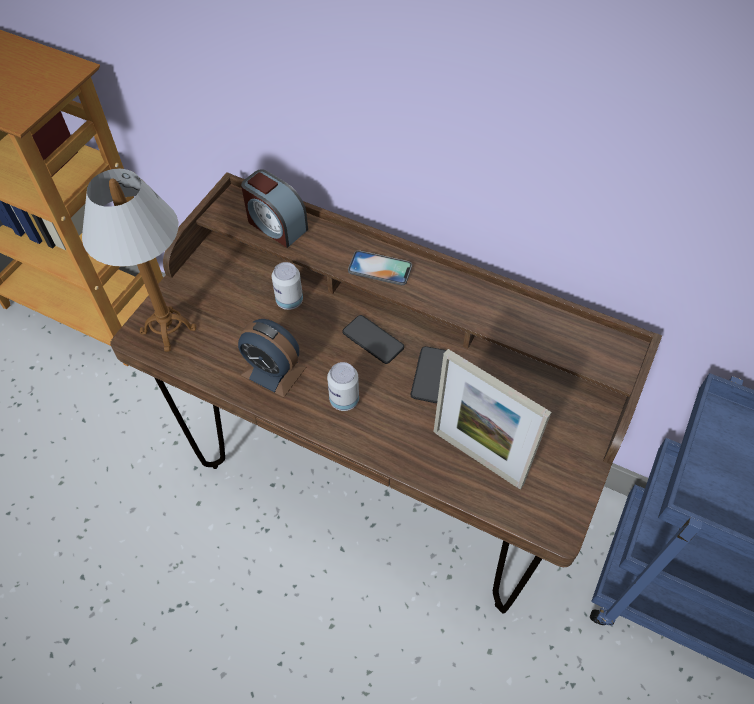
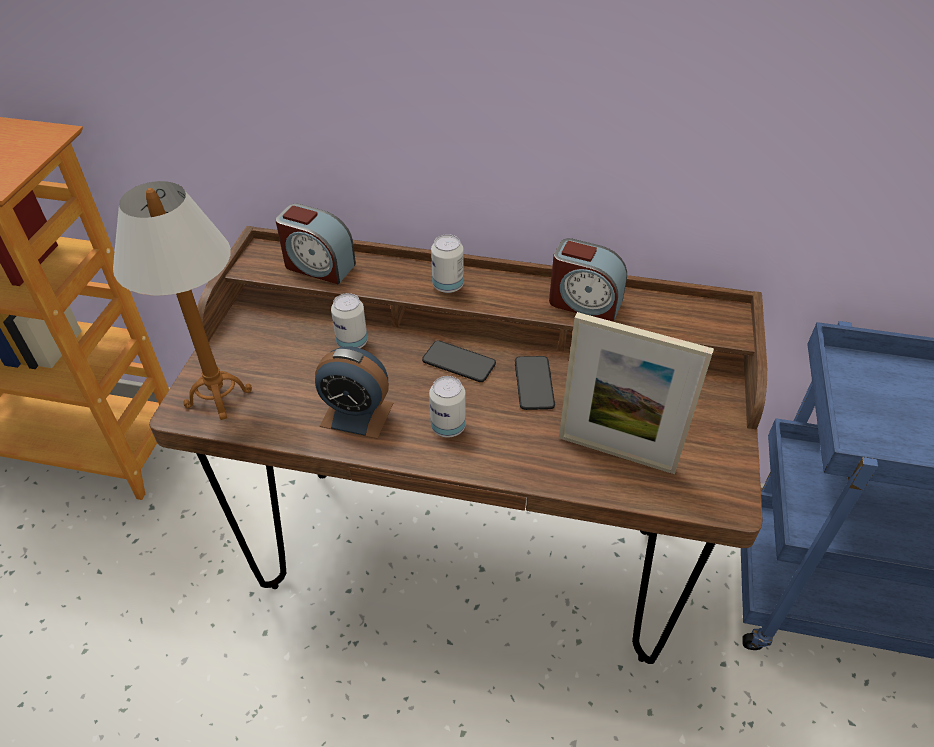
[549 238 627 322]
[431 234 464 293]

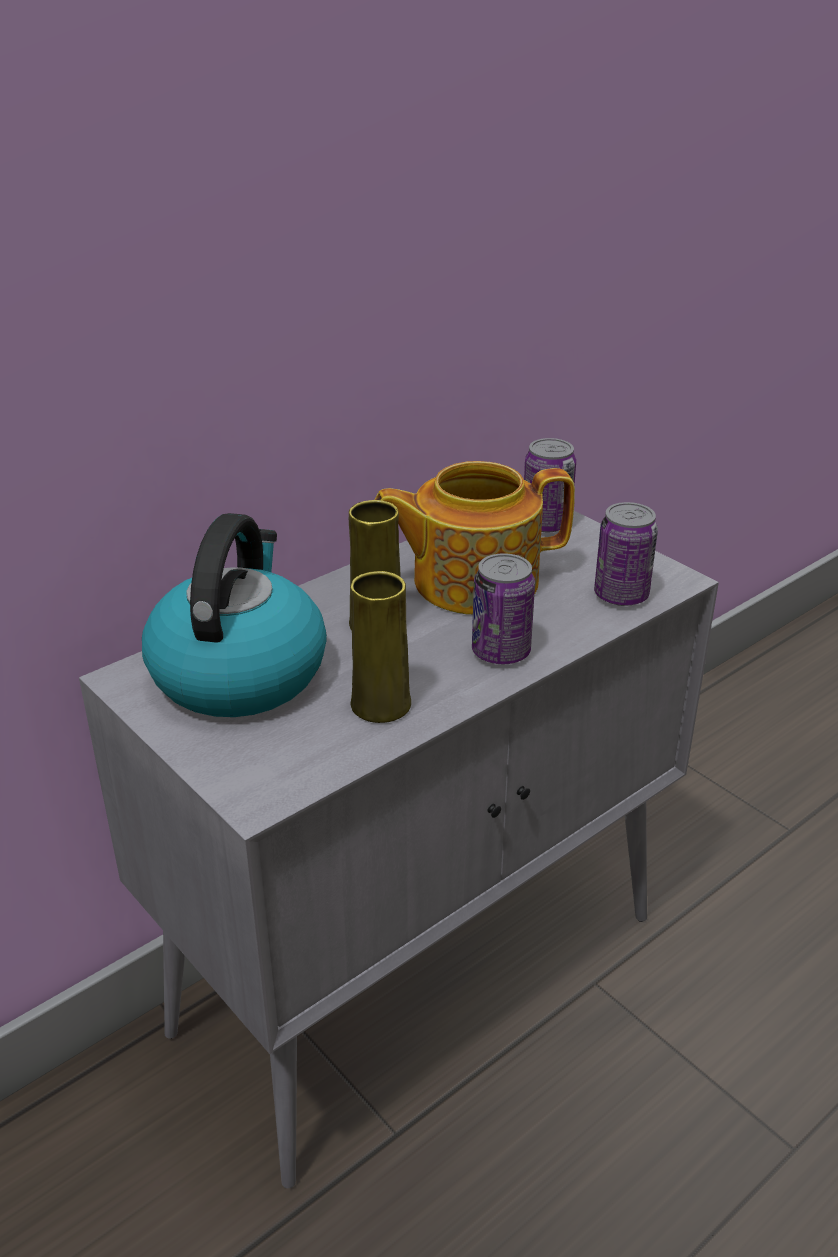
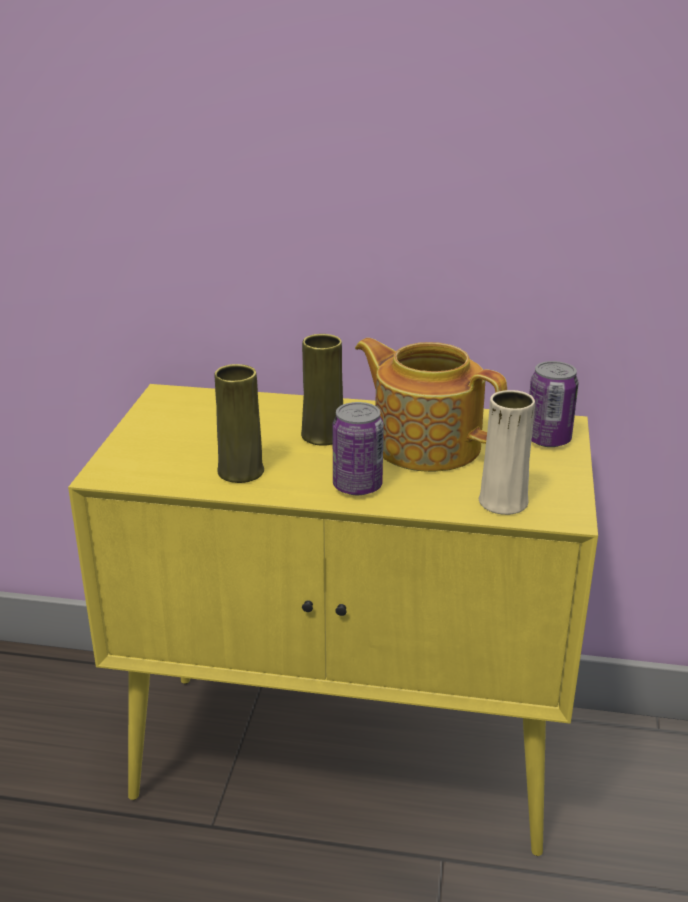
[142 513 327 717] (first image)
[479 390 535 515]
[68 384 598 856]

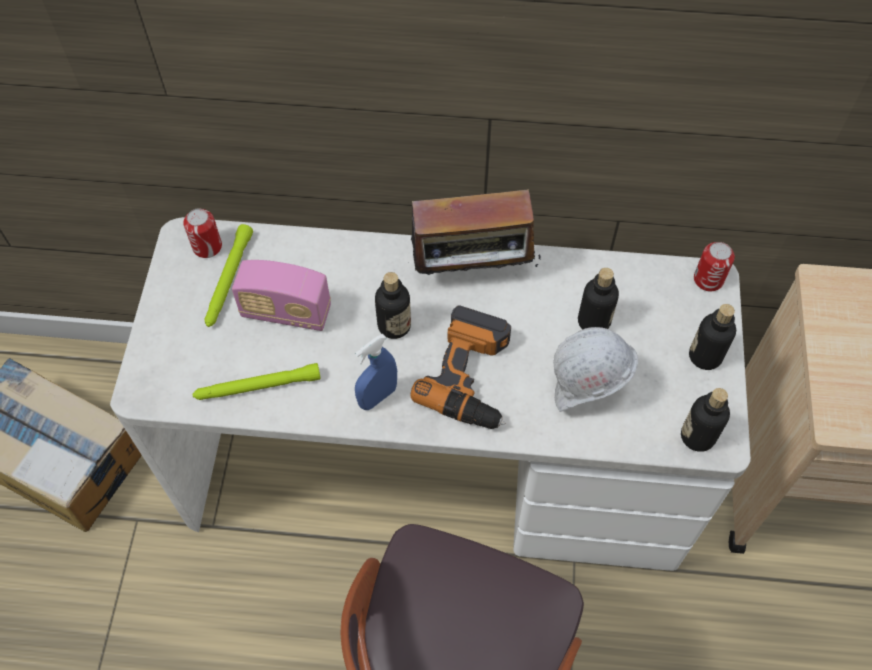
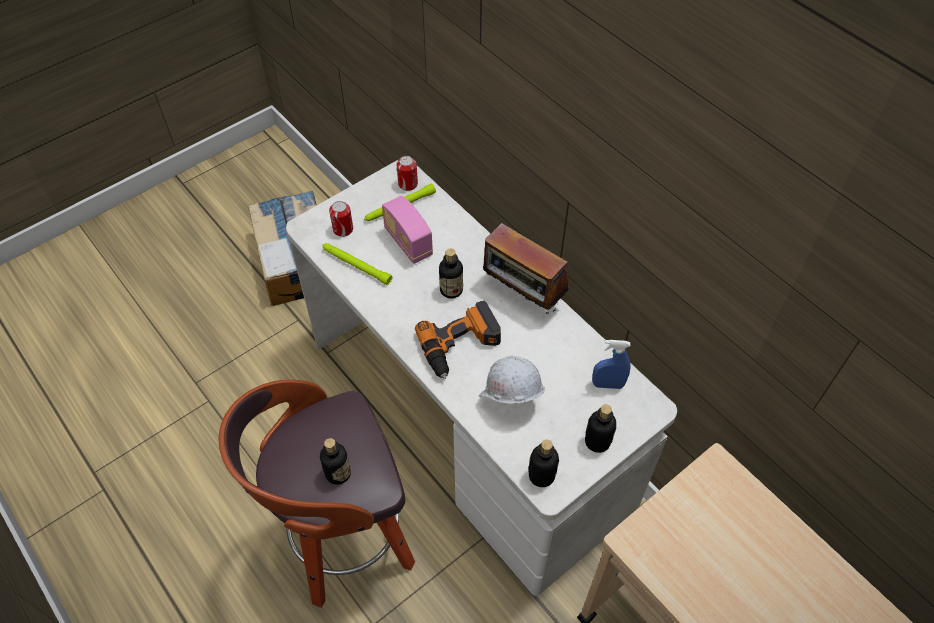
[592 340 631 389]
[320 438 351 485]
[329 201 353 237]

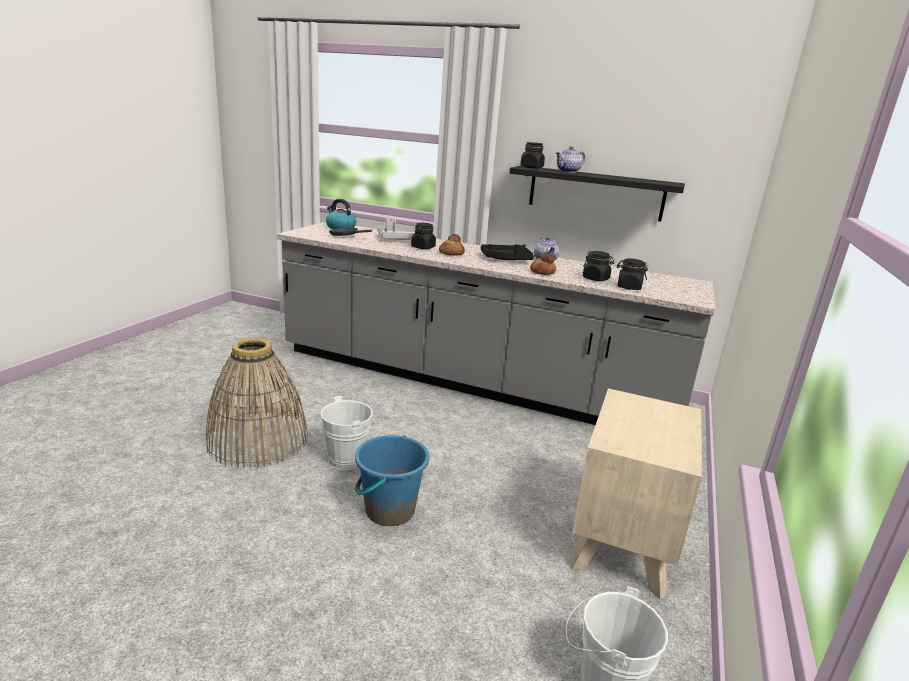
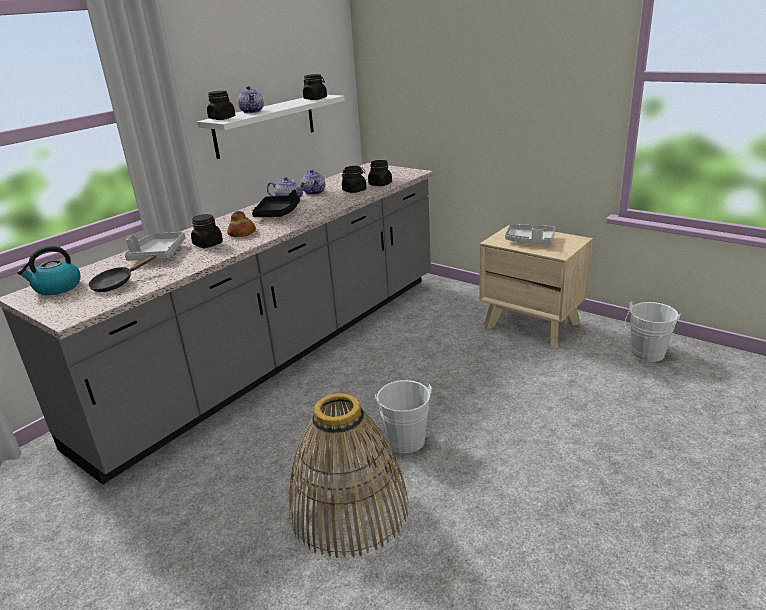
[355 435 430 526] (first image)
[530 252 556 275] (first image)
[301 170 325 195]
[303 74 327 100]
[505 224 555 244]
[197 95 345 159]

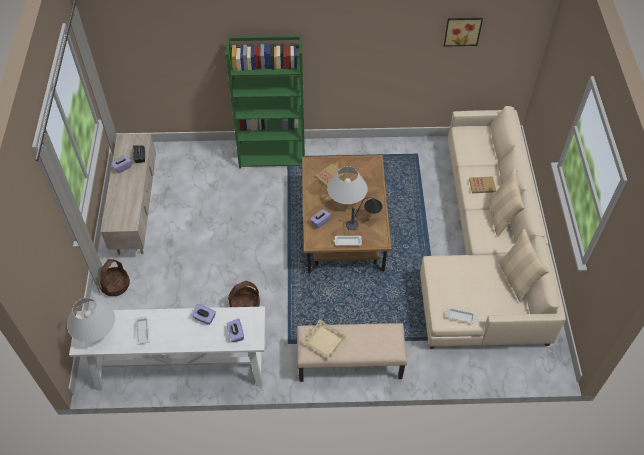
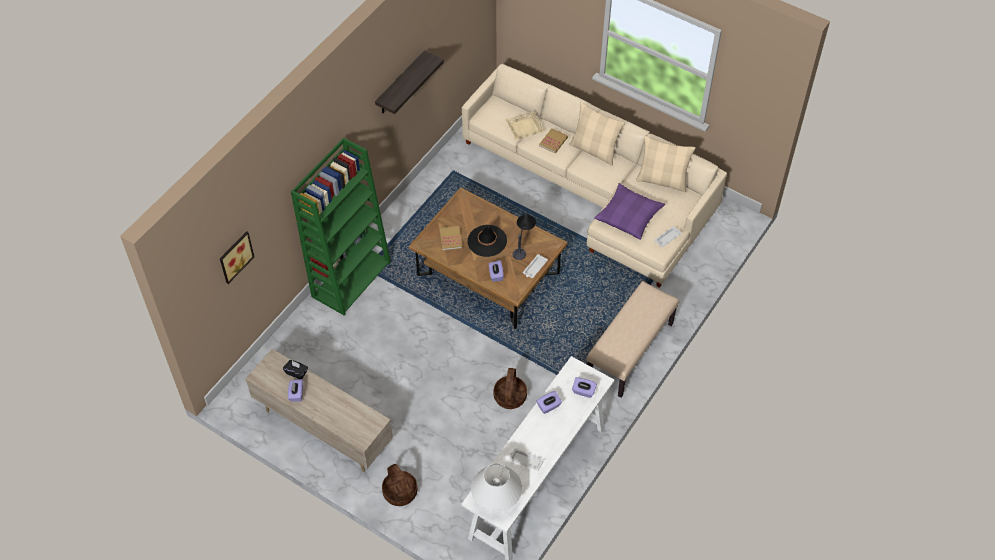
[375 50 444 114]
[594 183 665 240]
[505 112 544 139]
[220 231 254 284]
[467 225 507 257]

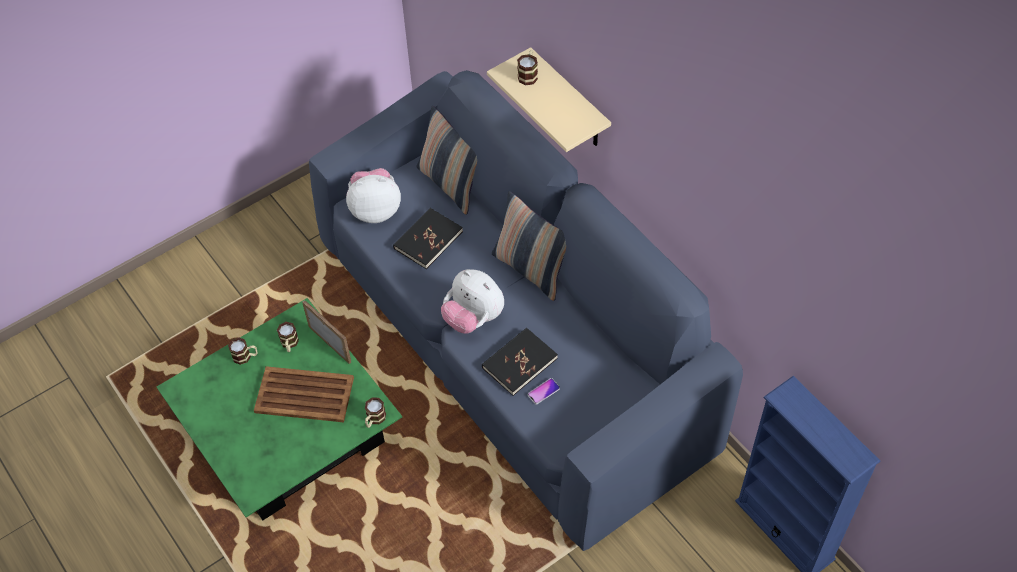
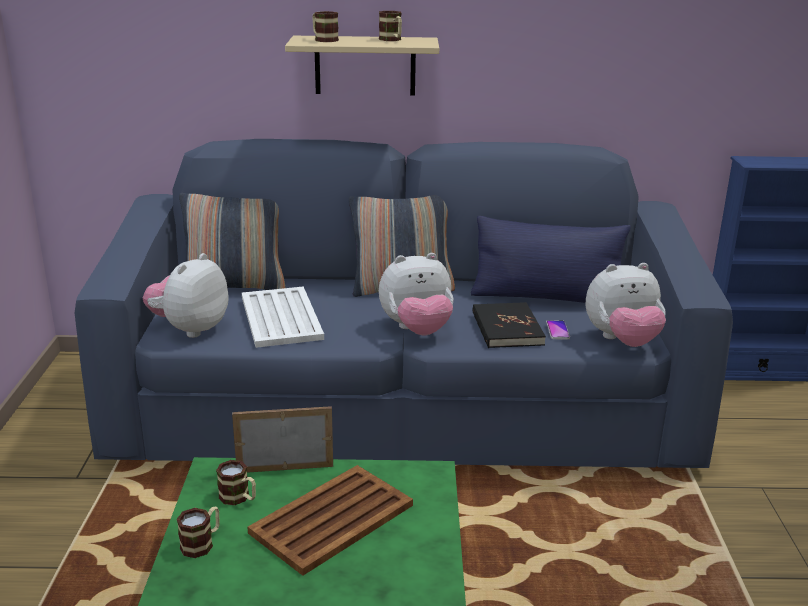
[471 216 631 303]
[586 263 666 347]
[379 11 402 41]
[242 286 324 348]

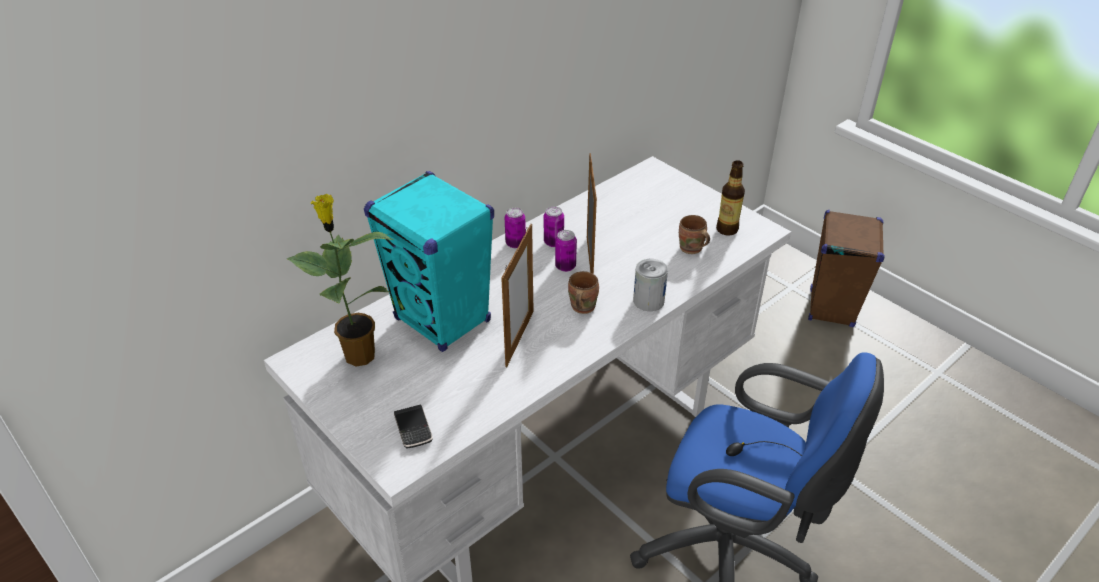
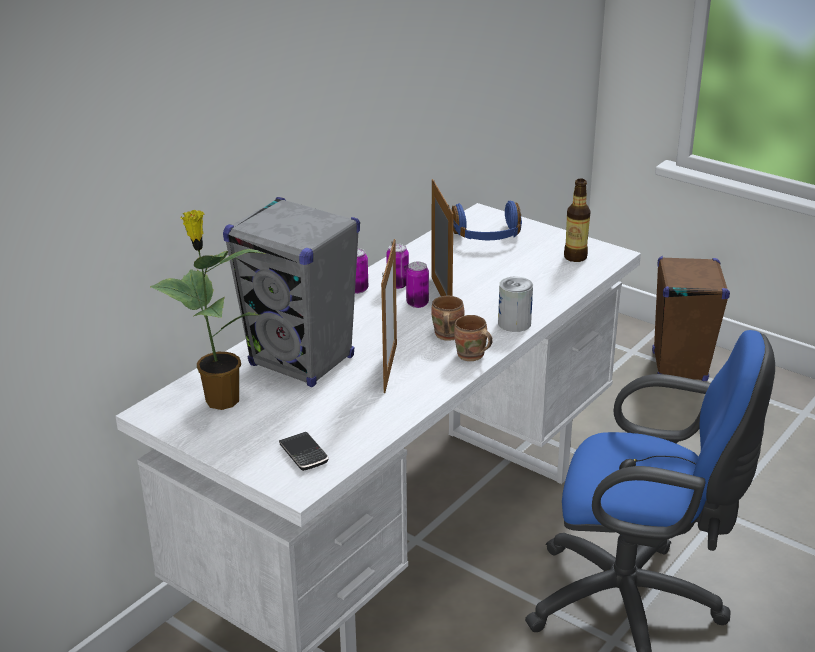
[452 201 522 240]
[454 315 493 361]
[223 197 360 387]

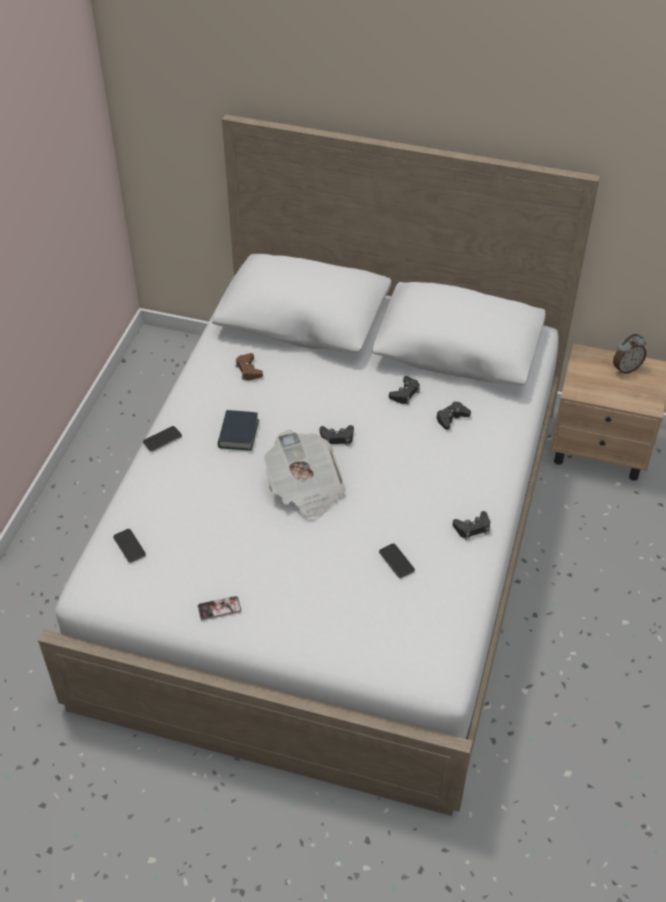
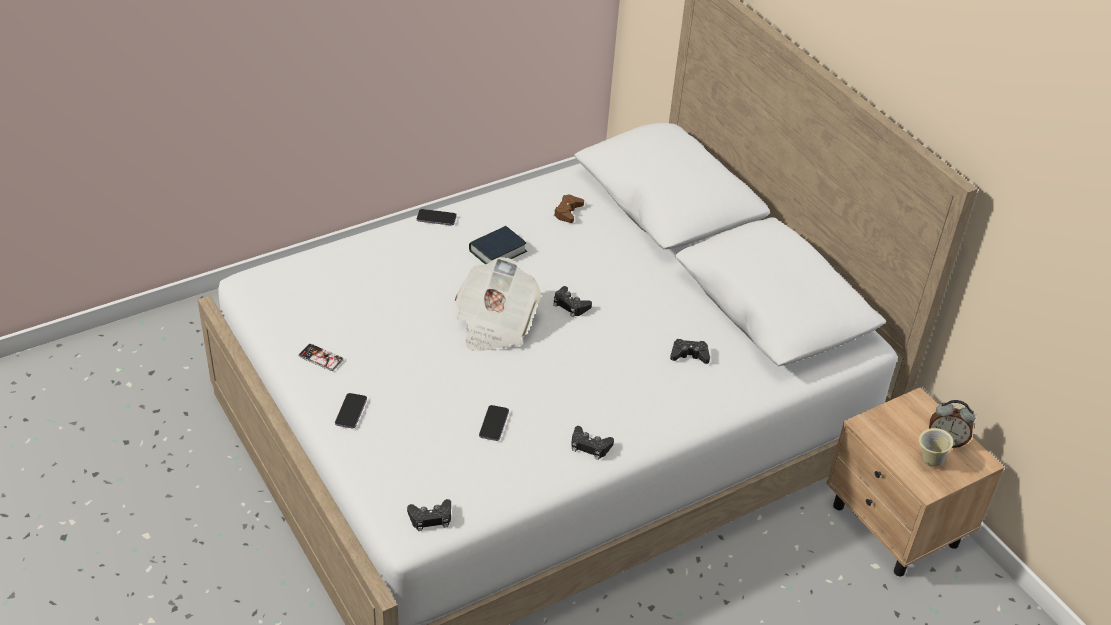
[919 428 953 467]
[335 393 367 428]
[407 499 451 531]

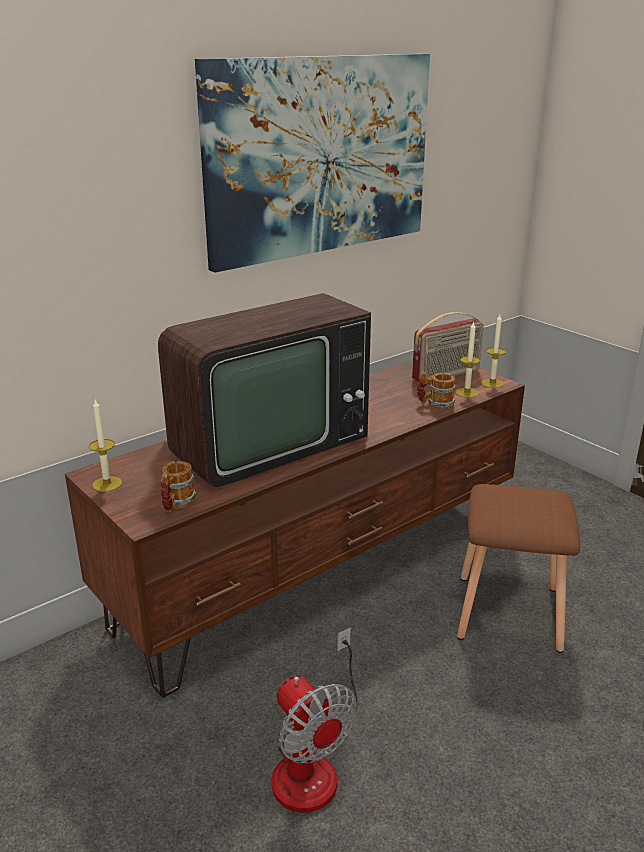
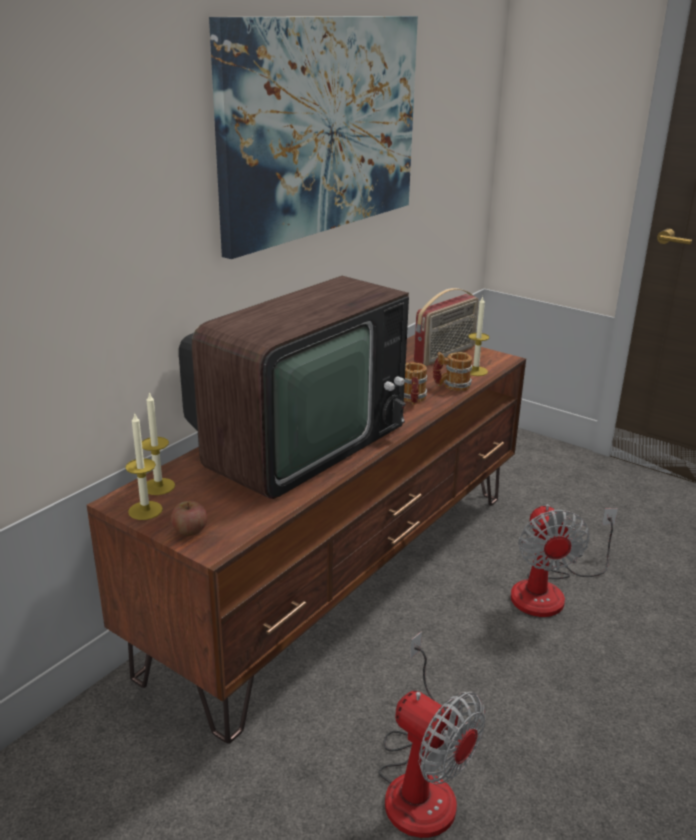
[171 501 207 536]
[404 362 427 405]
[142 392 175 495]
[511 504 618 617]

